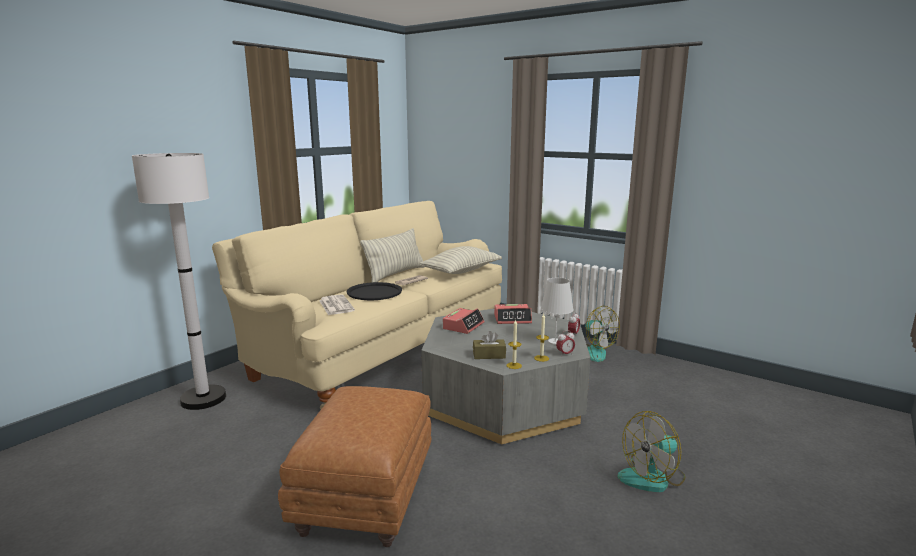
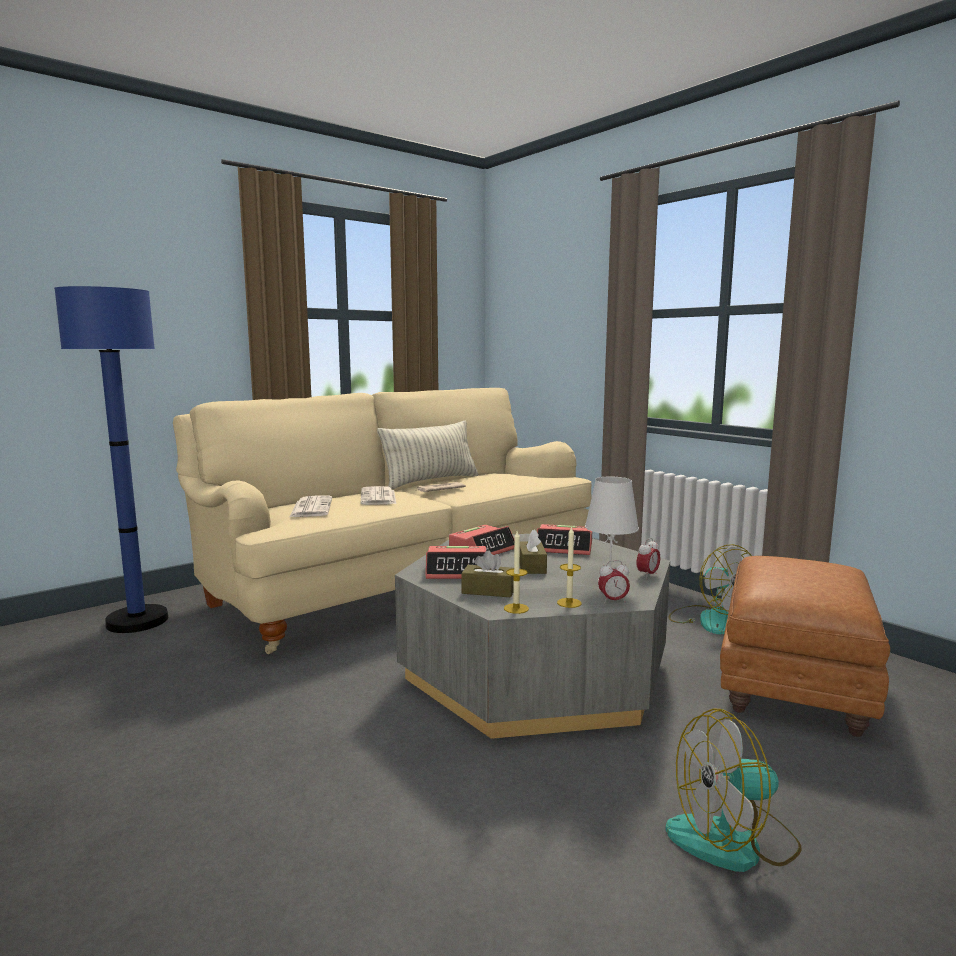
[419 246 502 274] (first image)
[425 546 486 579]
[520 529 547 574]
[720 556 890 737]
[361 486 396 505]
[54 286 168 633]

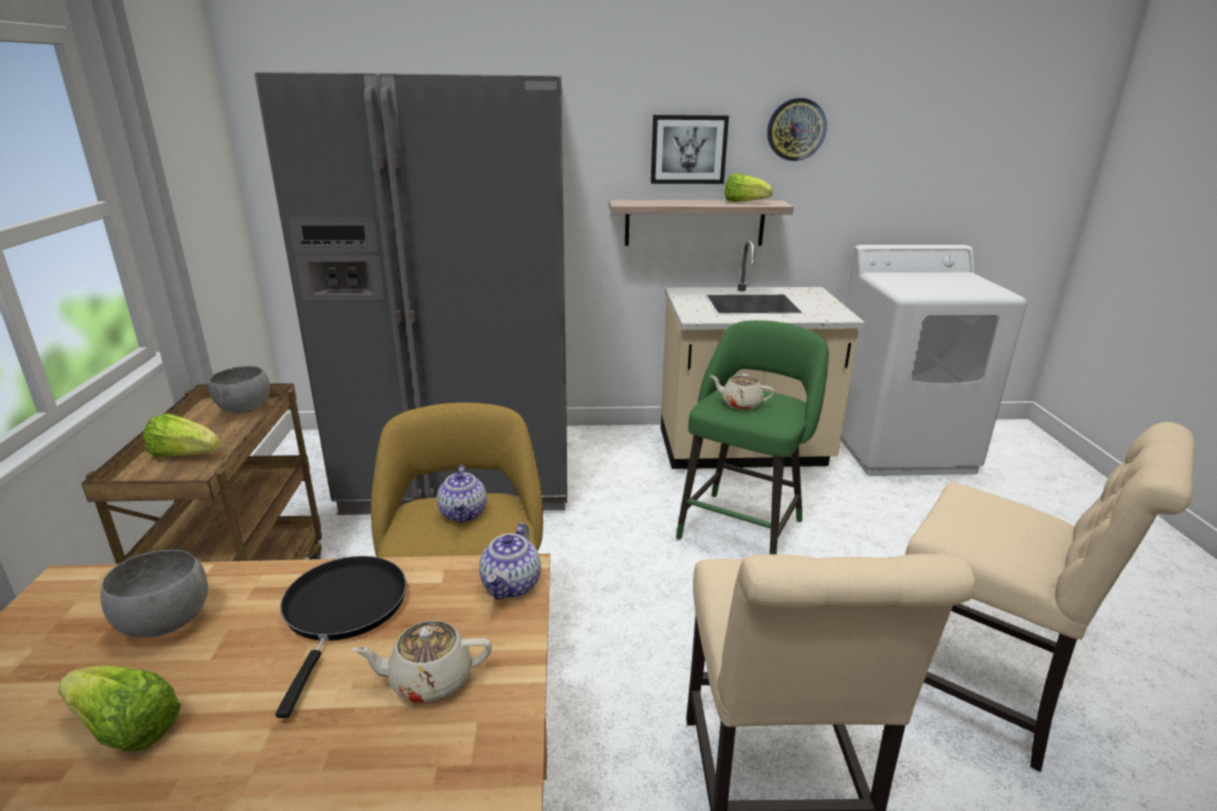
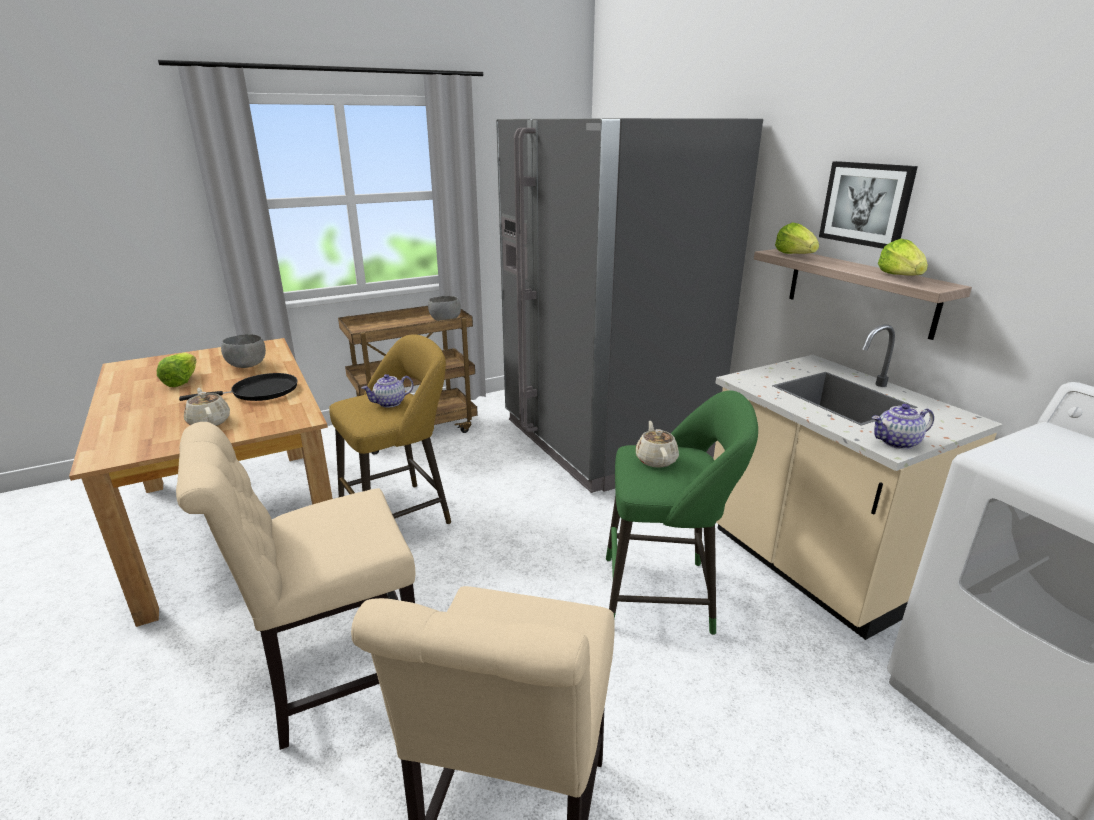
[767 98 827 161] (first image)
[775 222 819 254]
[872 404 934 449]

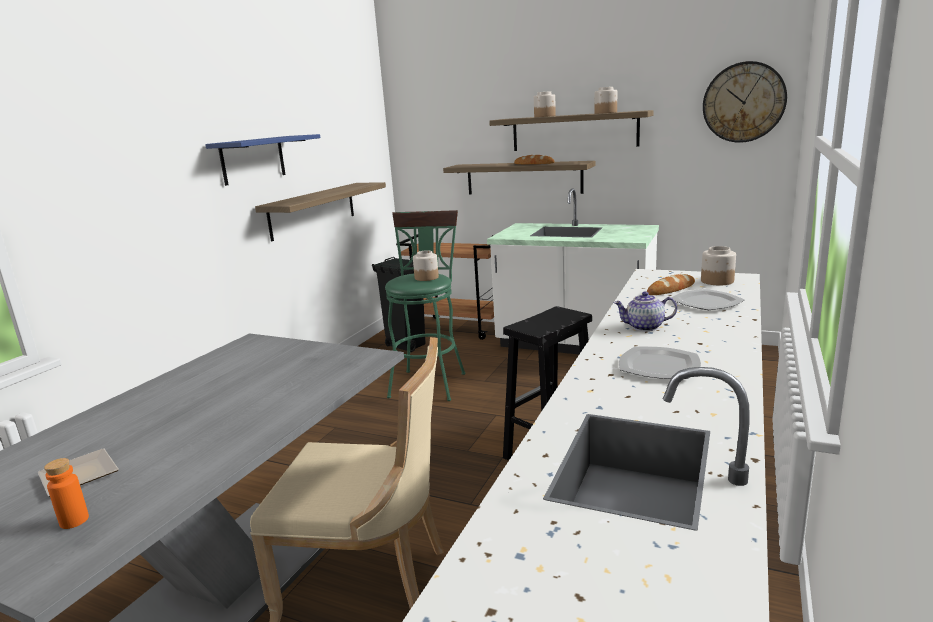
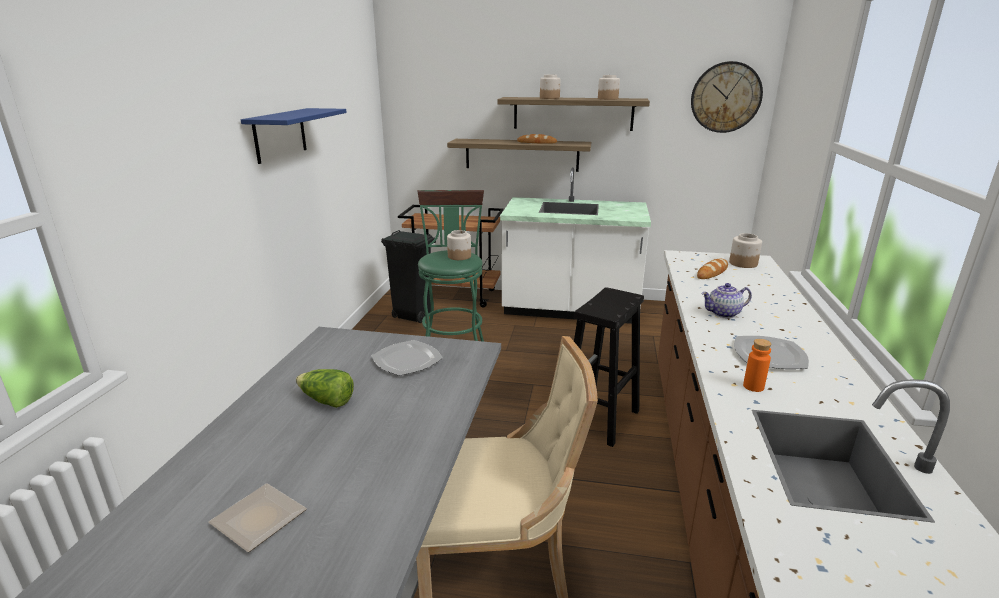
[255 182 386 242] (first image)
[296 369 354 408]
[743 339 772 392]
[372 340 443 376]

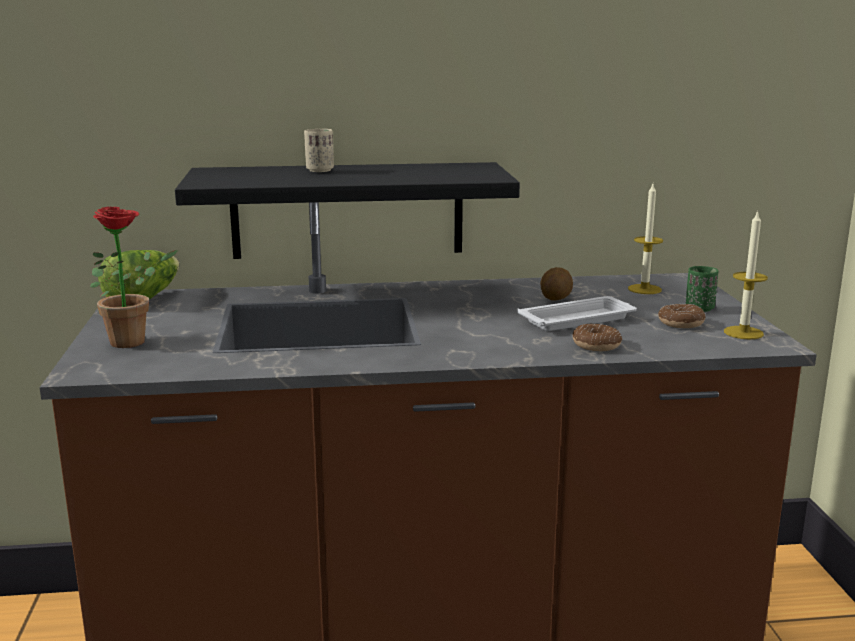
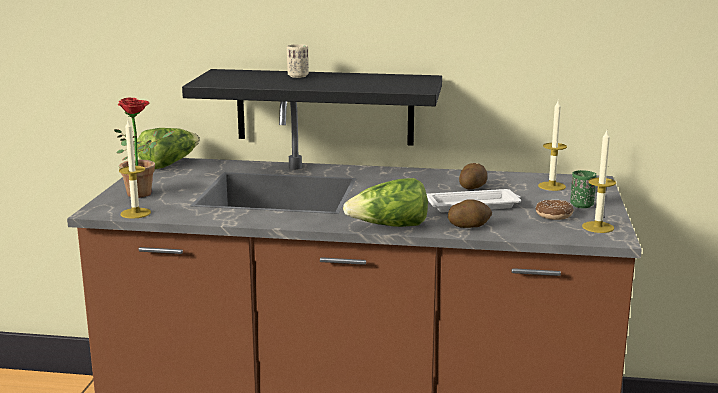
[119 120 151 219]
[343 178 428 227]
[448 199 492 228]

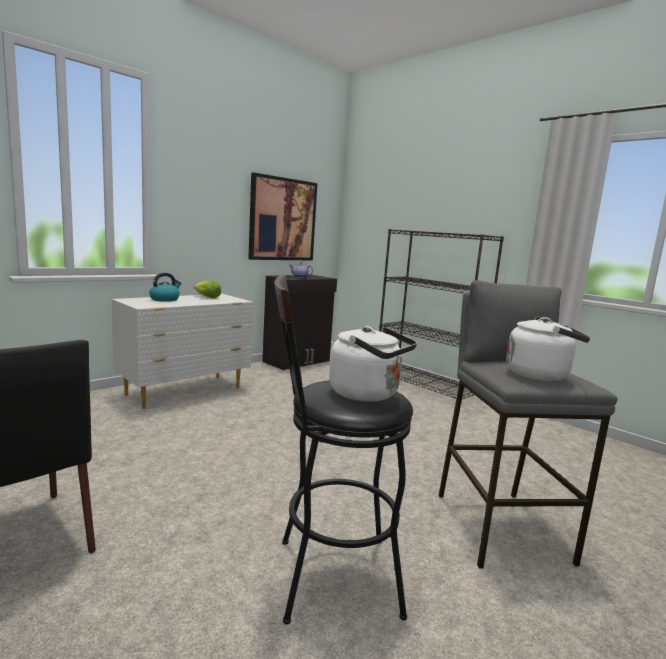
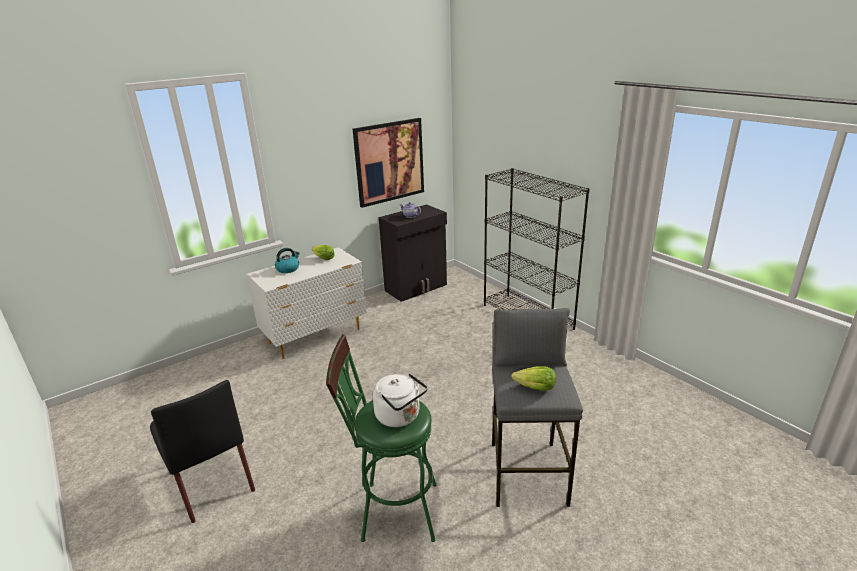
[511 366 556 391]
[326 334 437 542]

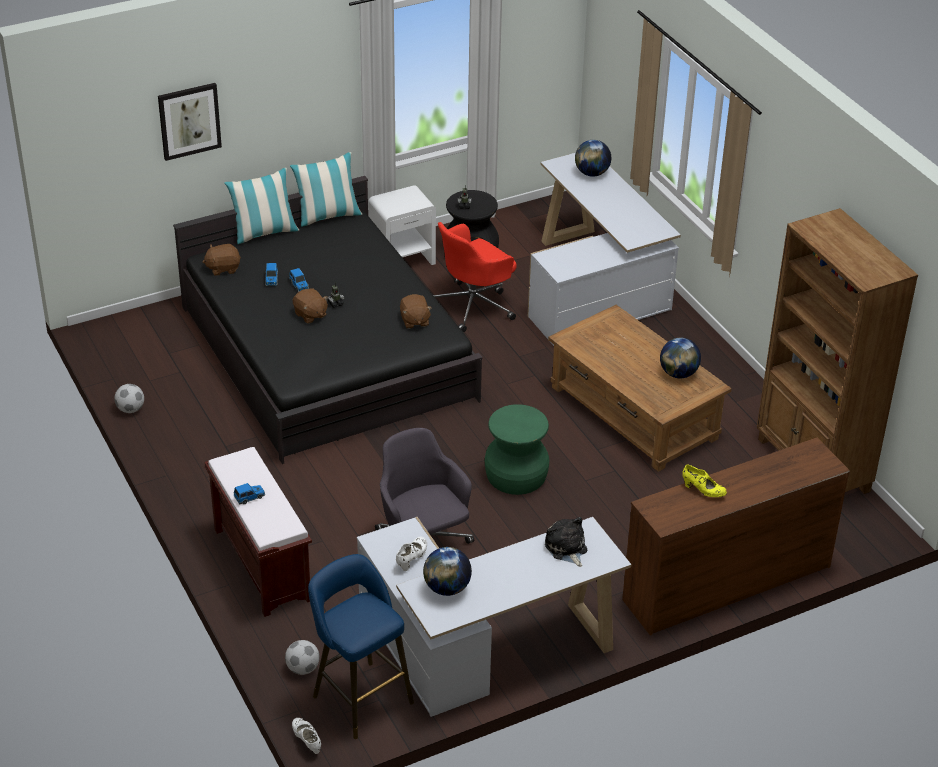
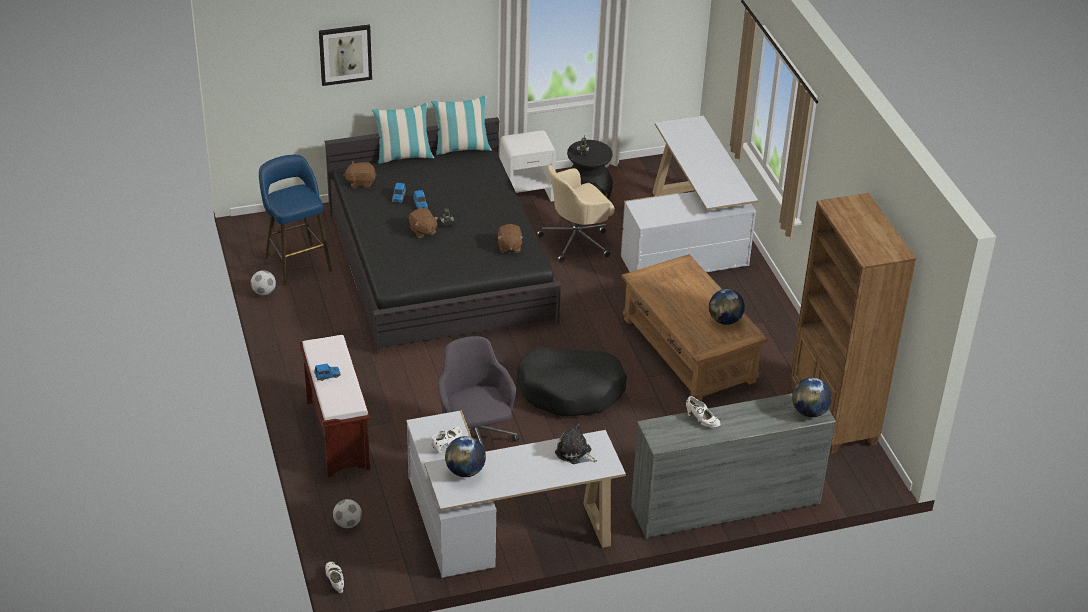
[259 155 332 286]
[792 378 832 417]
[517 347 627 416]
[536 165 615 263]
[631 393 836 539]
[686 396 720 427]
[555 423 597 464]

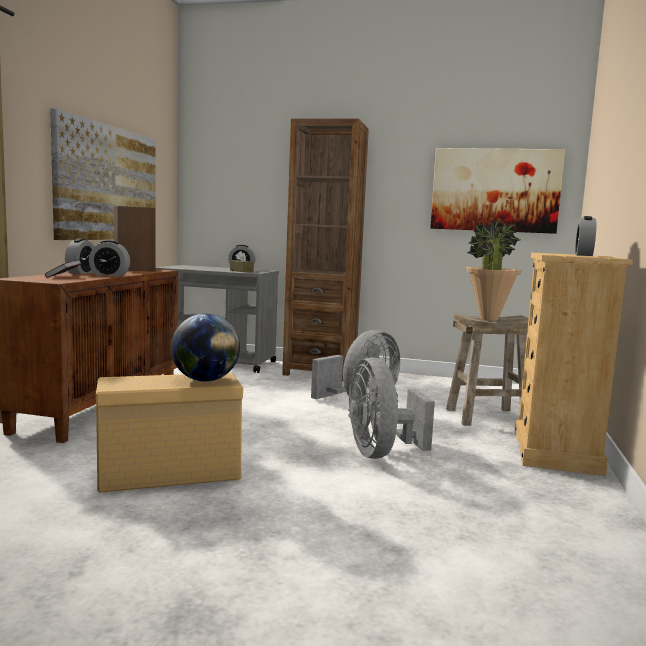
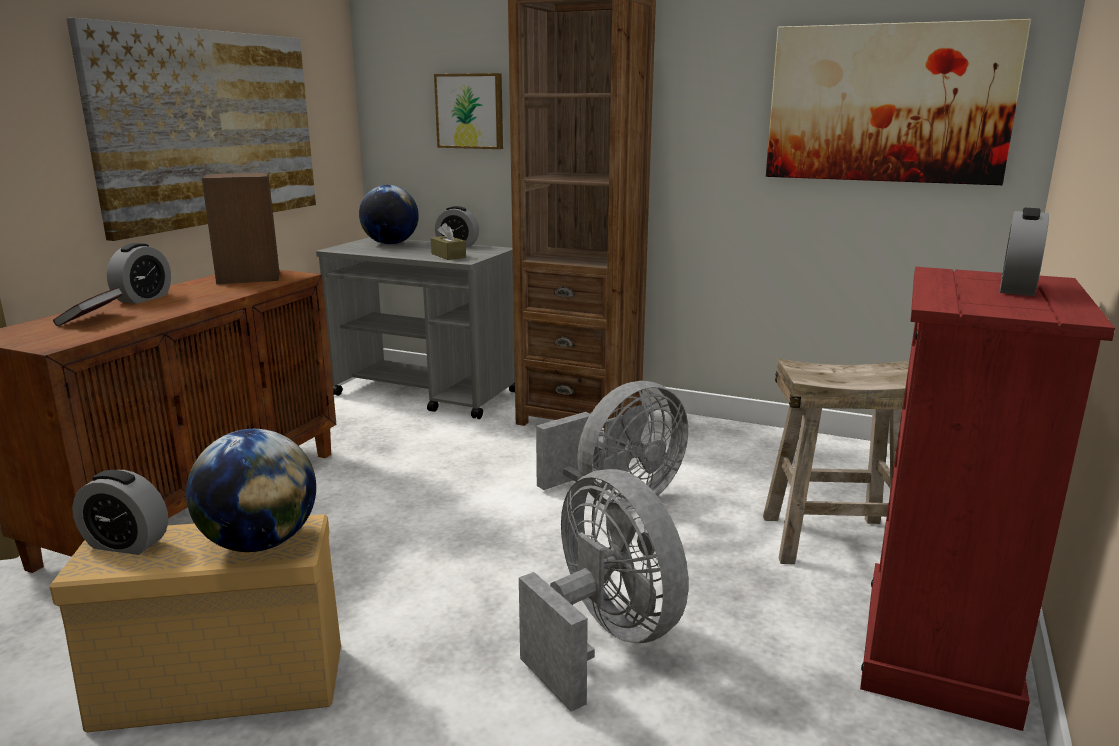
[466 219 522 321] (first image)
[359 185 419 245]
[434 73 503 149]
[72 470 168 555]
[860 267 1115 731]
[519 469 689 712]

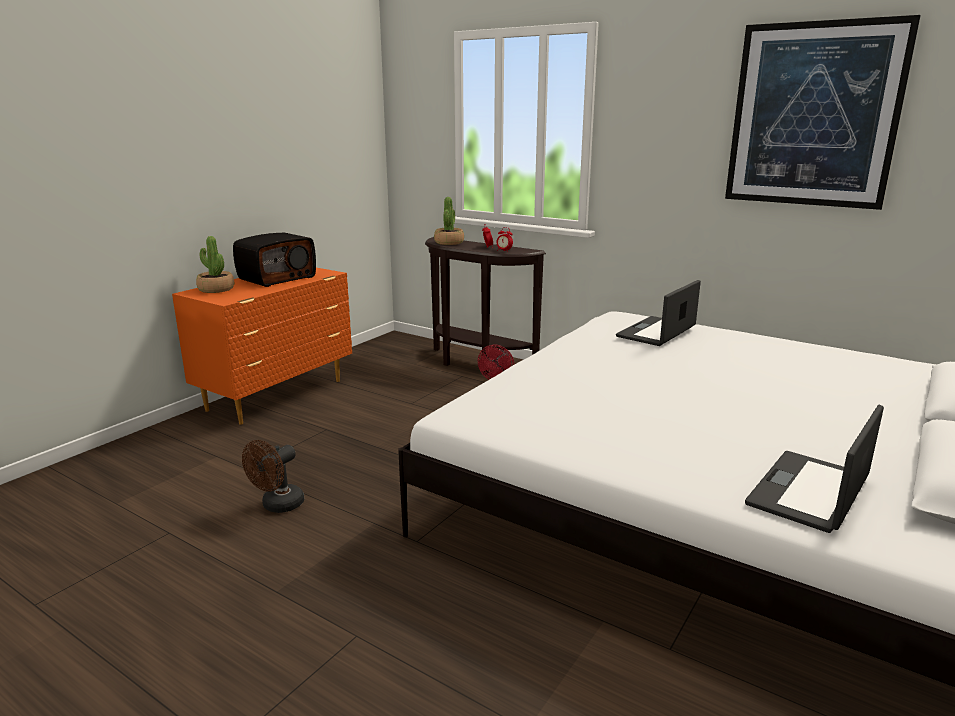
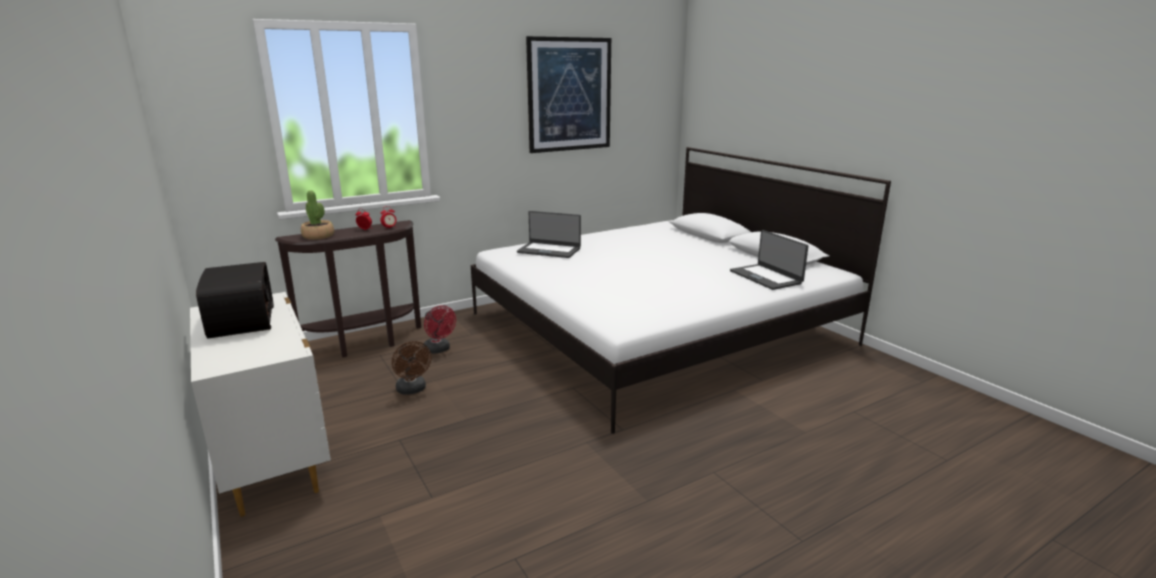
[196 236 234 293] (first image)
[392 341 431 395]
[190 292 331 517]
[517 211 581 258]

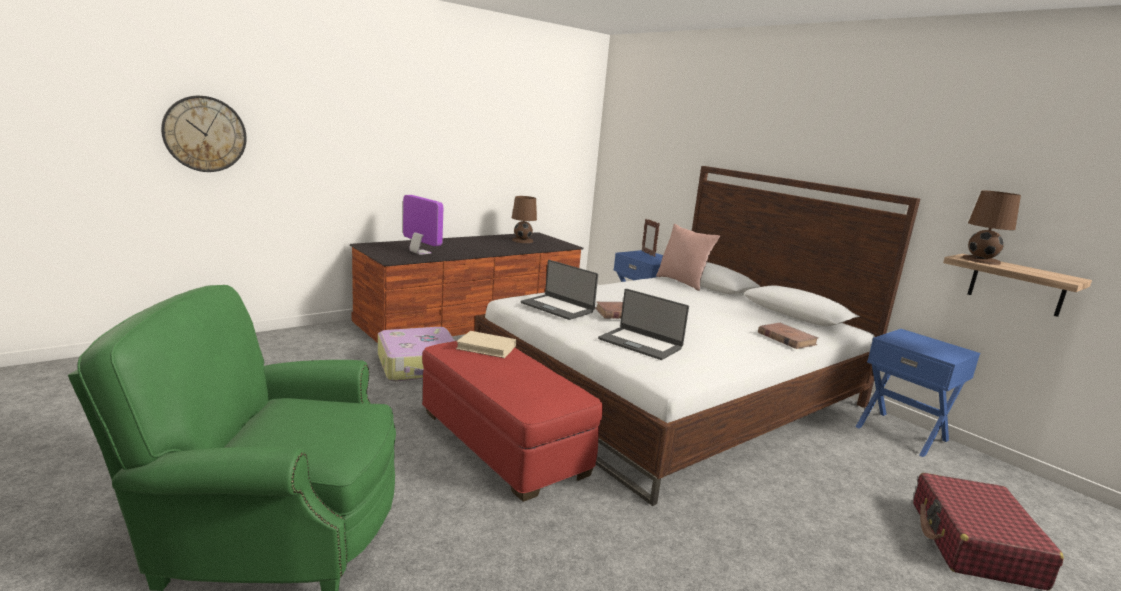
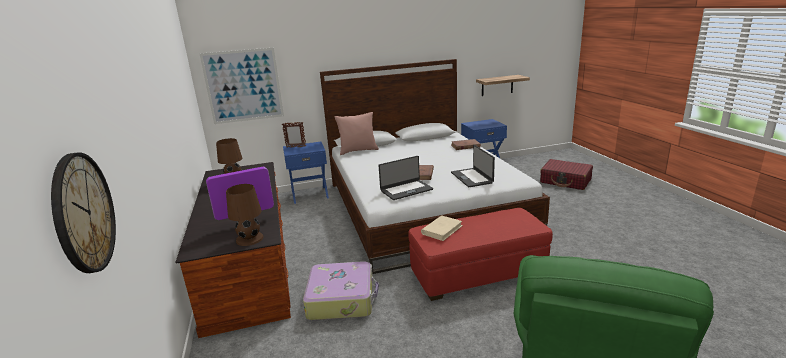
[199 48 284 124]
[226 184 264 246]
[451 145 495 187]

